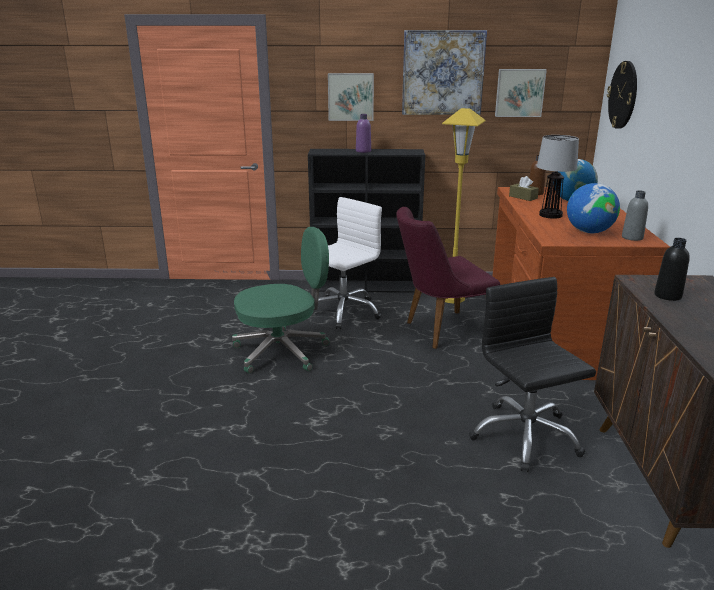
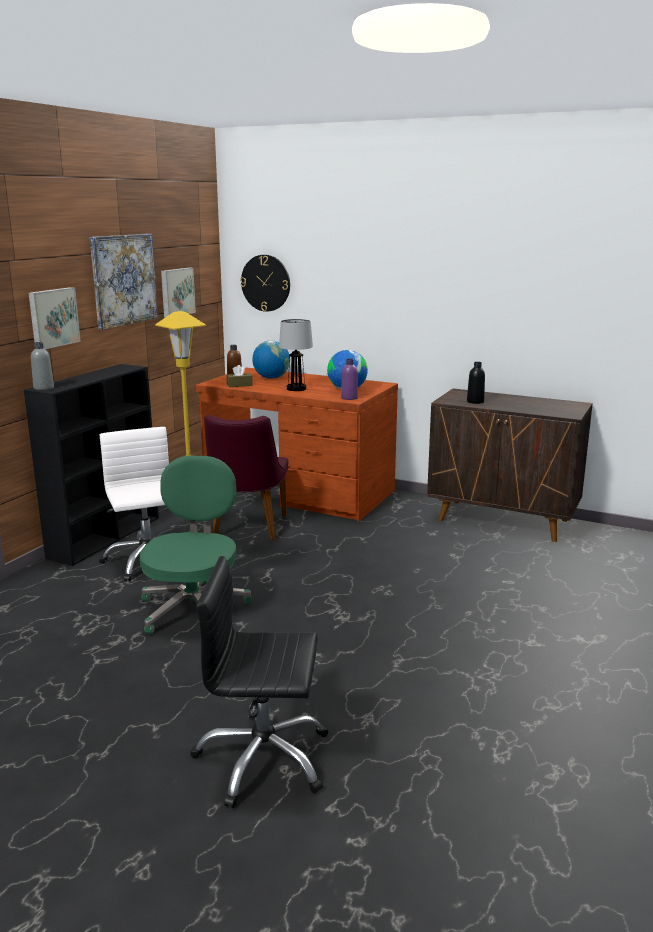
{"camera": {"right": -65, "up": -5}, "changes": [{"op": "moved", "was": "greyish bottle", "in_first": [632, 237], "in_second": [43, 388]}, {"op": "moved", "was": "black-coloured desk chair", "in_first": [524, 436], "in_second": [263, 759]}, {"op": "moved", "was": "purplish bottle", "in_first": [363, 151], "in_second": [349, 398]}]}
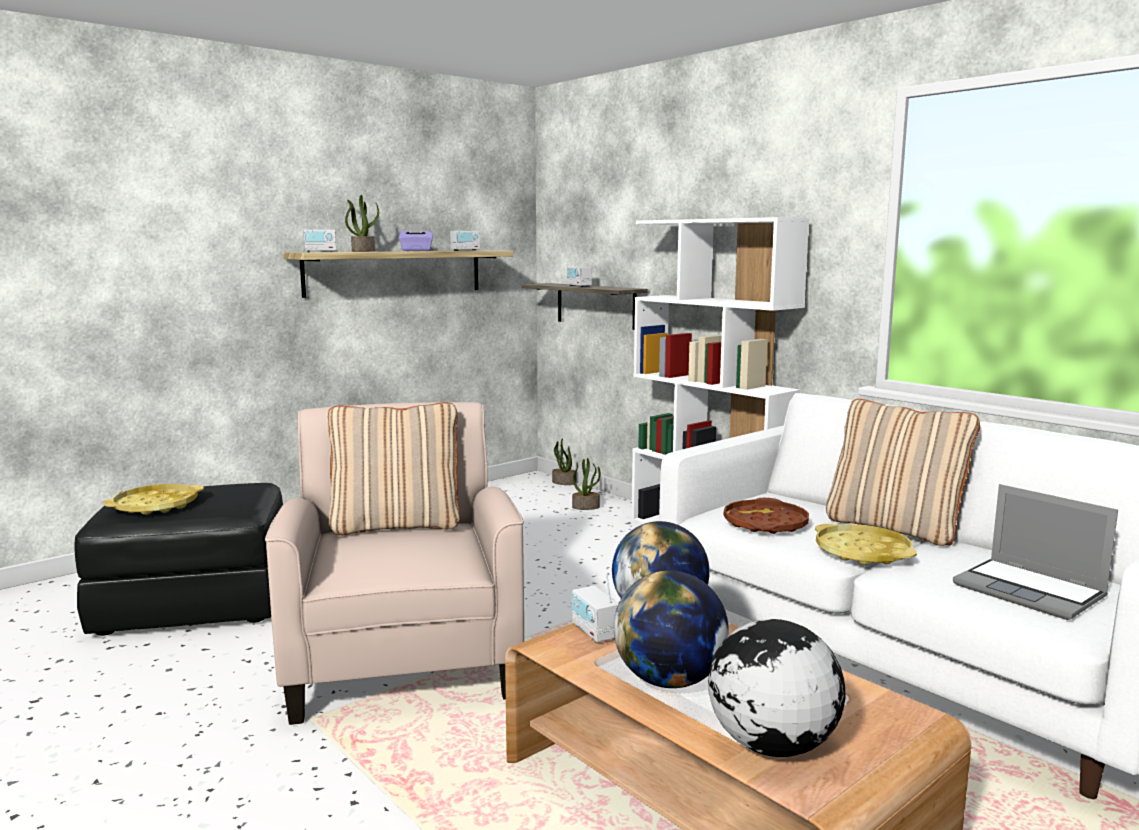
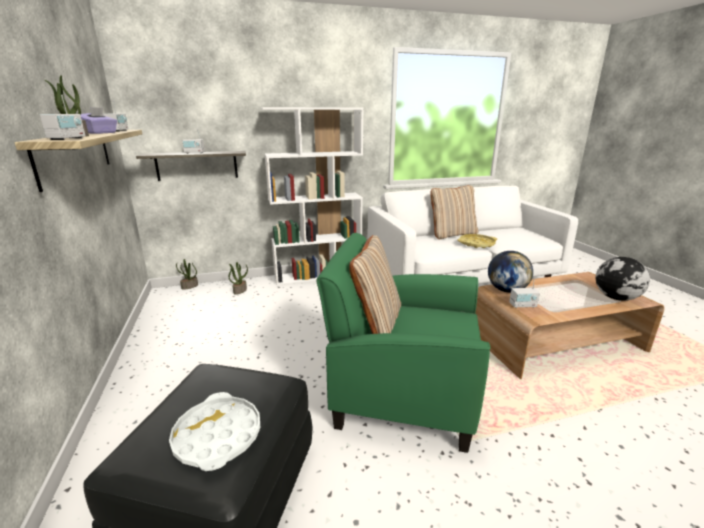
{"camera": {"right": -65, "up": 10}, "changes": [{"op": "recoloured", "was": "yellowish serving tray", "now": "white-coloured serving tray", "in_first": [156, 506], "in_second": [217, 436]}, {"op": "recoloured", "was": "sand-coloured lounge chair", "now": "greenish lounge chair", "in_first": [403, 660], "in_second": [402, 392]}, {"op": "removed", "was": "globe", "in_first": [669, 680]}, {"op": "removed", "was": "brown serving tray", "in_first": [765, 524]}, {"op": "removed", "was": "notebook computer", "in_first": [1031, 591]}]}
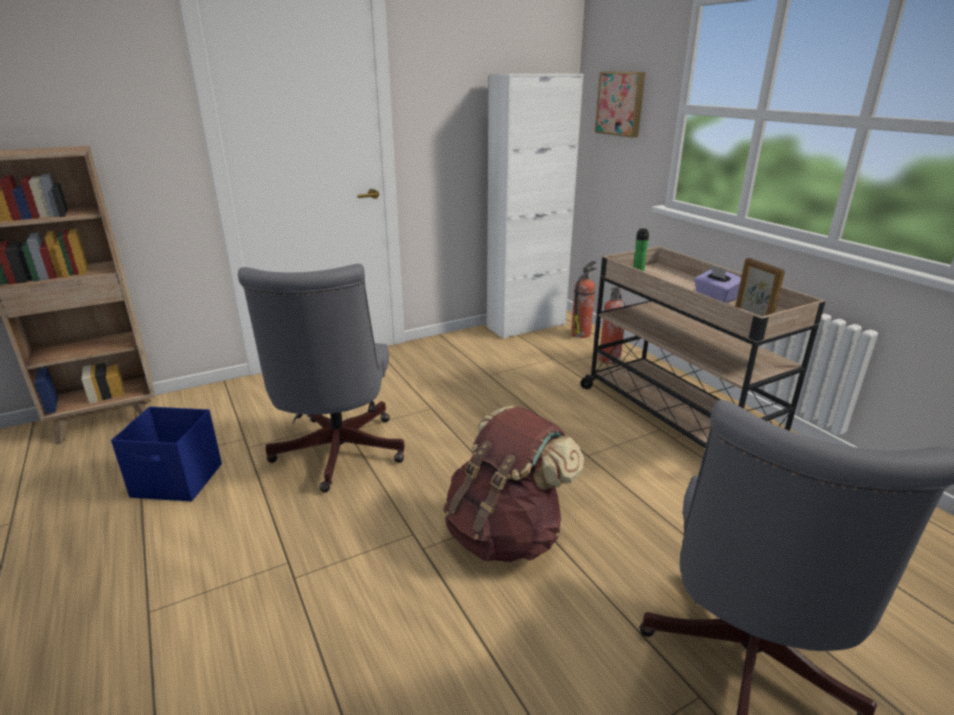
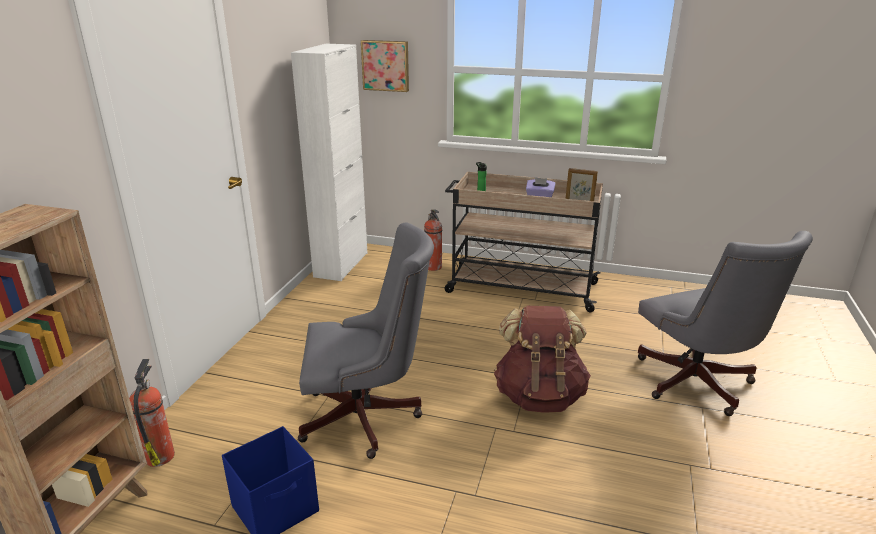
{"camera": {"right": -45, "up": 0}, "changes": [{"op": "moved", "was": "extinguisher", "in_first": [581, 333], "in_second": [160, 455]}, {"op": "turned", "was": "greyish desk chair", "in_first": [336, 456], "in_second": [367, 417], "clockwise": -45}]}
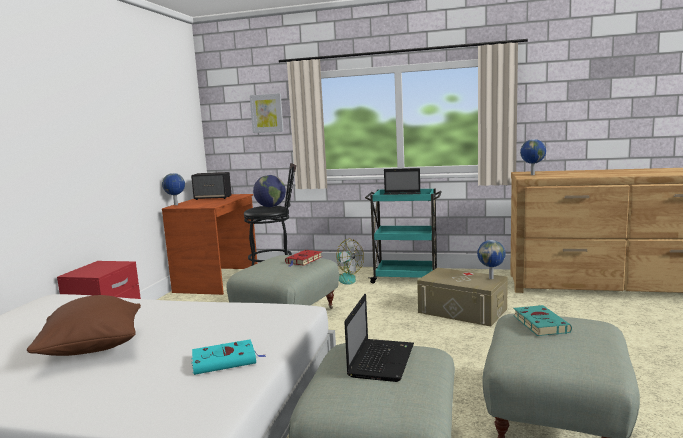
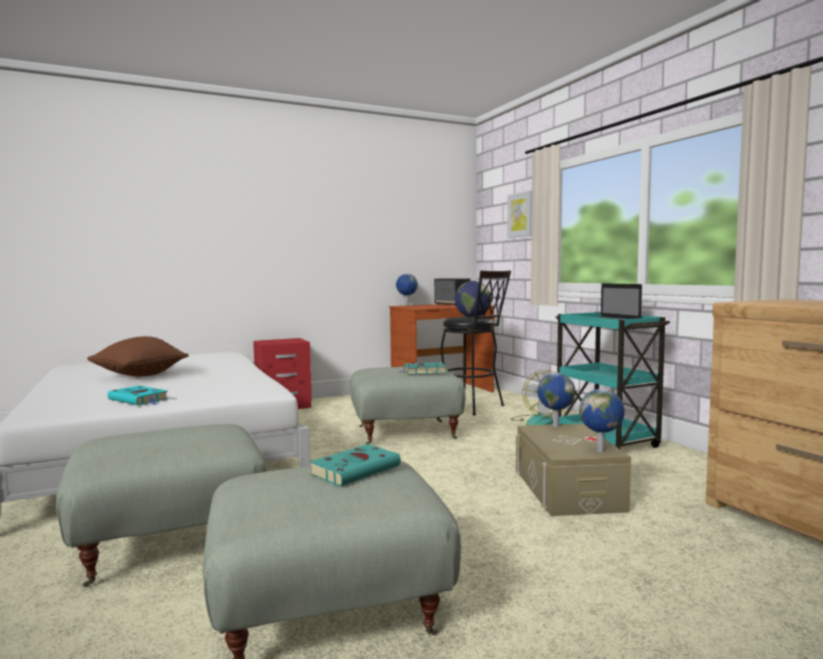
{"camera": {"right": 50, "up": -5}, "changes": [{"op": "recoloured", "was": "red bound book", "now": "turquoise bound book", "in_first": [303, 260], "in_second": [423, 371]}, {"op": "moved", "was": "globe", "in_first": [532, 174], "in_second": [555, 426]}, {"op": "removed", "was": "notebook computer", "in_first": [381, 360]}]}
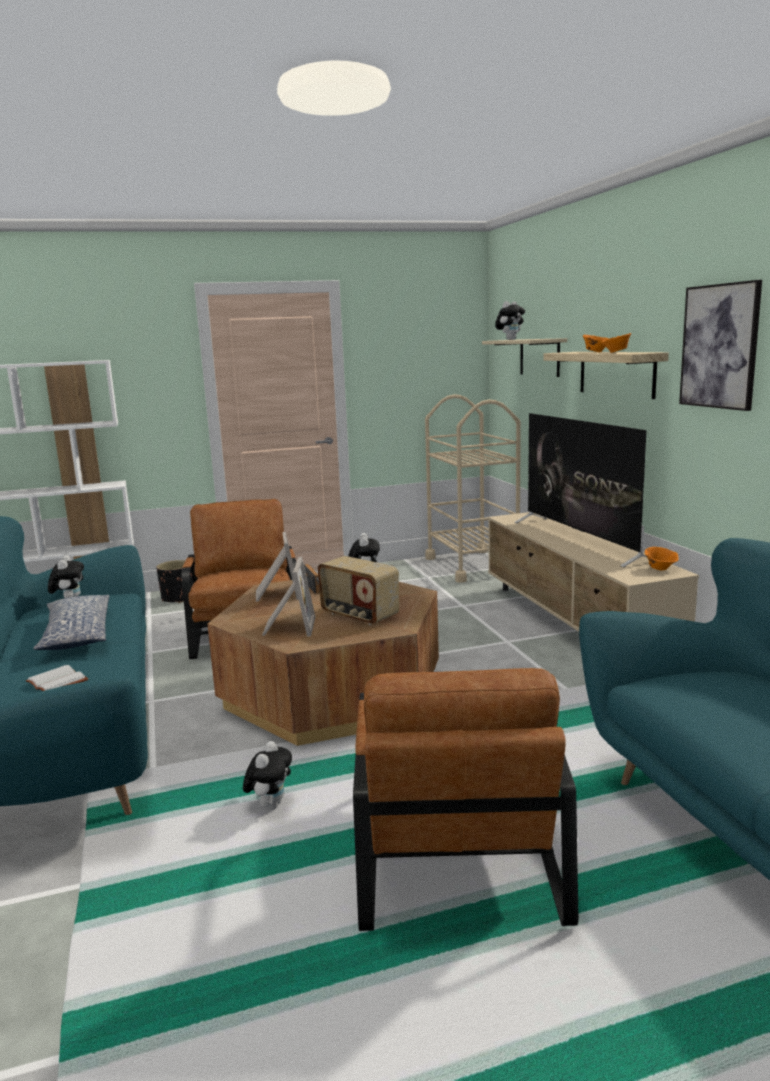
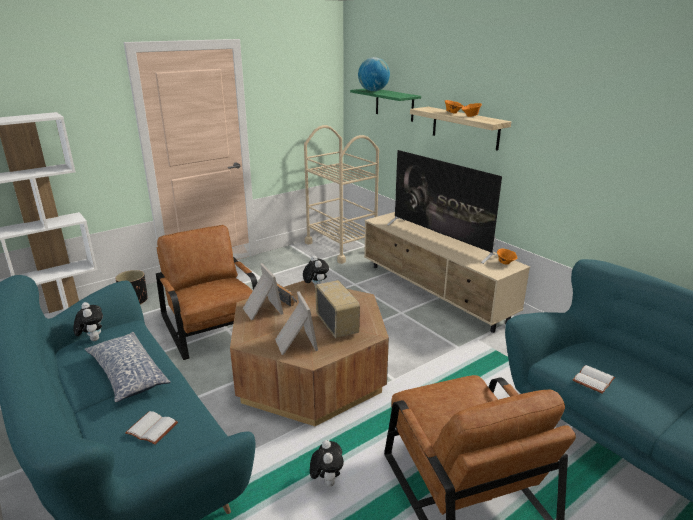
{"camera": {"right": -20, "up": 10}, "changes": [{"op": "turned", "was": "radio", "in_first": [358, 615], "in_second": [337, 325], "clockwise": -135}, {"op": "recoloured", "was": "sand-coloured wall shelf", "now": "greenish wall shelf", "in_first": [539, 357], "in_second": [394, 104]}, {"op": "replaced", "was": "cuddly toy", "now": "globe", "in_first": [510, 339], "in_second": [373, 91]}, {"op": "added", "now": "white-coloured bound book", "in_second": [592, 379]}, {"op": "removed", "was": "wall art", "in_first": [719, 346]}]}
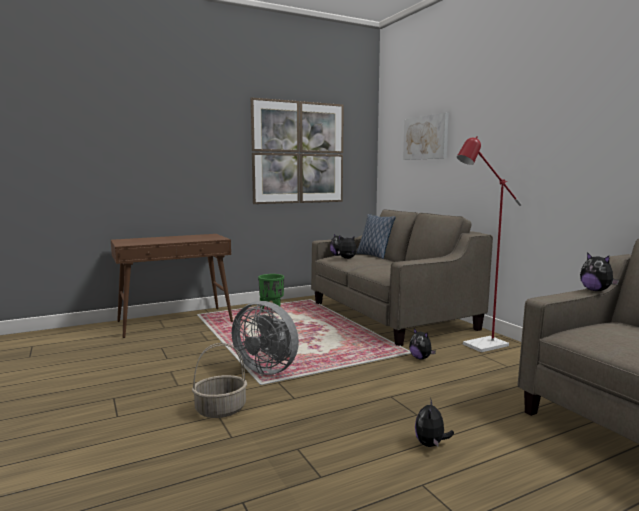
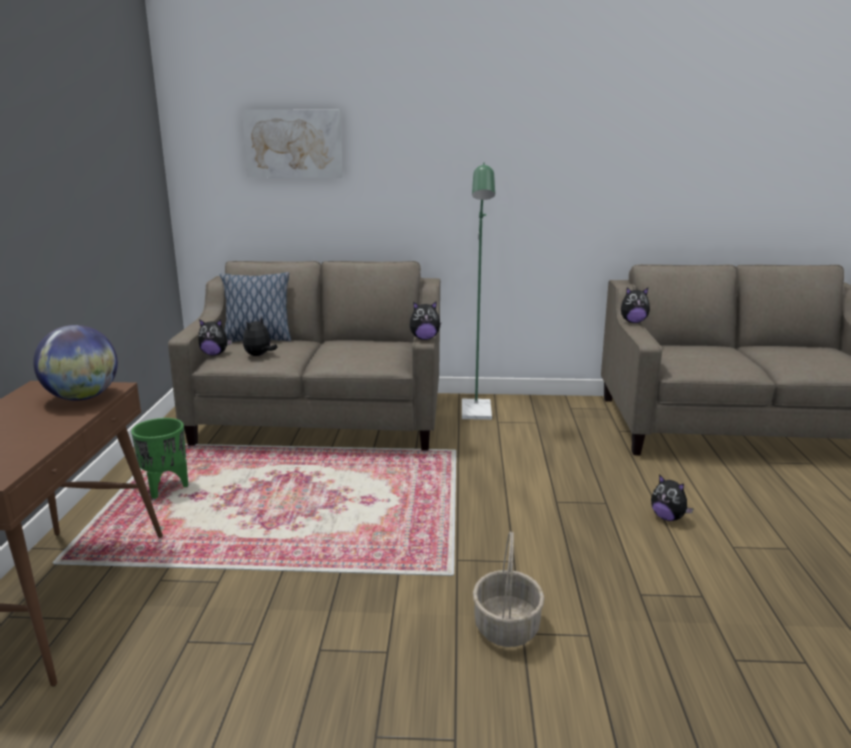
{"camera": {"right": -60, "up": 10}, "changes": [{"op": "added", "now": "globe", "in_second": [82, 397]}, {"op": "moved", "was": "cuddly toy", "in_first": [421, 358], "in_second": [424, 338]}, {"op": "recoloured", "was": "red standard lamp", "now": "greenish standard lamp", "in_first": [479, 346], "in_second": [476, 414]}, {"op": "removed", "was": "greyish fan", "in_first": [268, 369]}, {"op": "removed", "was": "wall art", "in_first": [298, 153]}]}
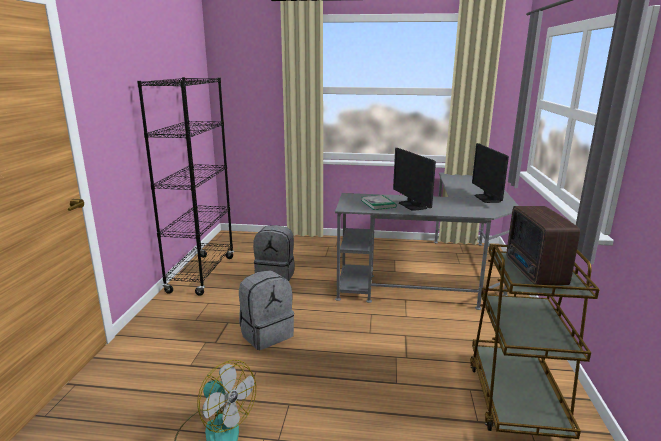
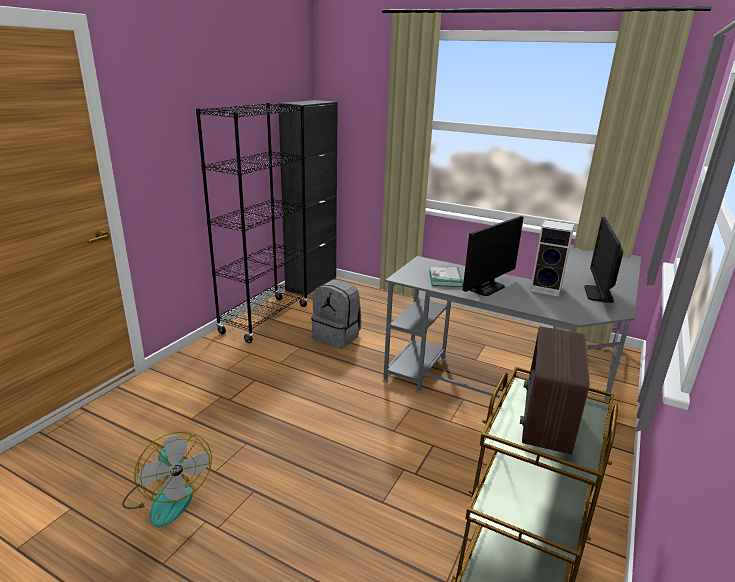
{"camera": {"right": 20, "up": 5}, "changes": [{"op": "added", "now": "black-coloured cabinet", "in_second": [311, 283]}, {"op": "turned", "was": "computer screen", "in_first": [412, 205], "in_second": [486, 288], "clockwise": -135}, {"op": "added", "now": "loudspeaker", "in_second": [547, 289]}, {"op": "removed", "was": "greyish knapsack", "in_first": [266, 334]}]}
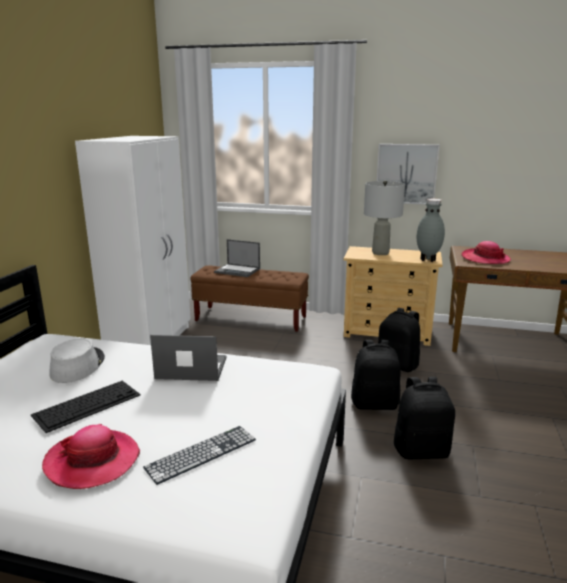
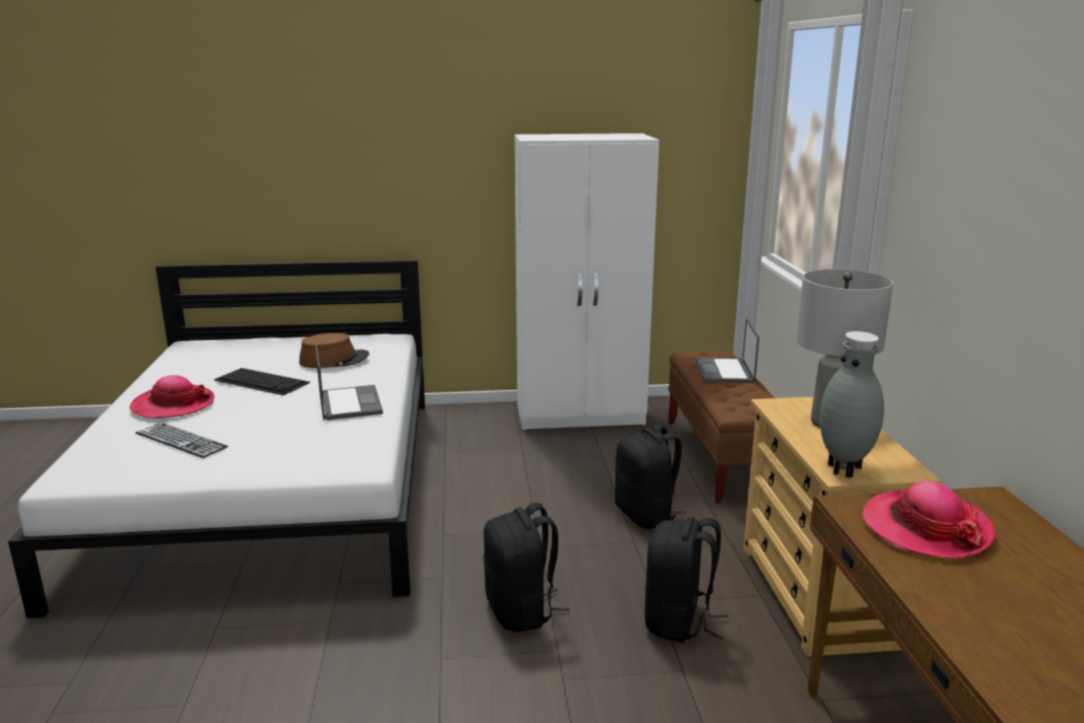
{"camera": {"right": 70, "up": 0}, "changes": [{"op": "recoloured", "was": "greyish wearable hat", "now": "brown wearable hat", "in_first": [77, 366], "in_second": [334, 360]}, {"op": "moved", "was": "black-coloured knapsack", "in_first": [421, 450], "in_second": [646, 515]}, {"op": "removed", "was": "wall art", "in_first": [406, 174]}]}
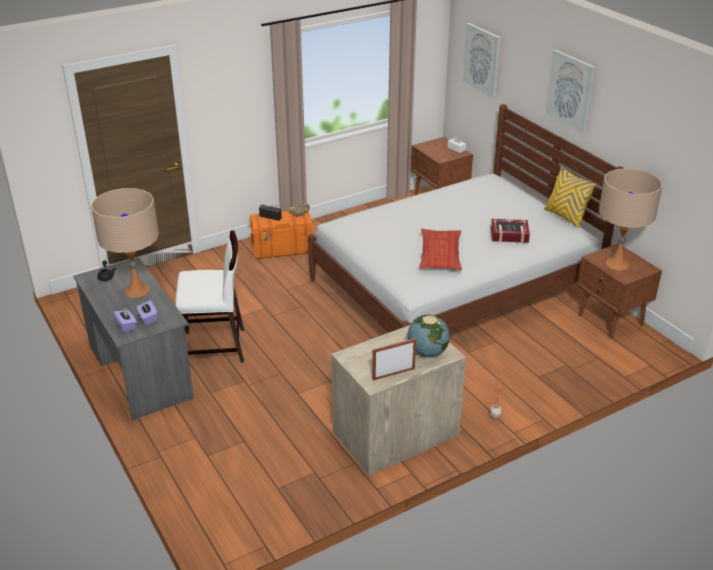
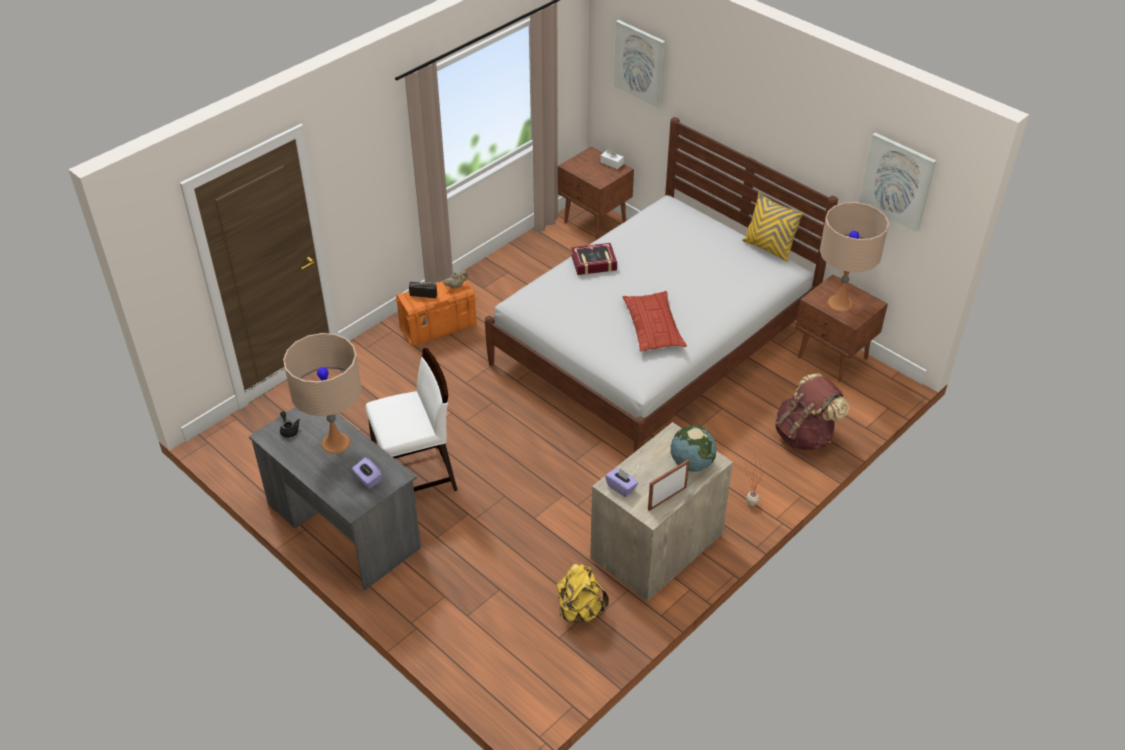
{"camera": {"right": -15, "up": 10}, "changes": [{"op": "added", "now": "yellowish knapsack", "in_second": [579, 610]}, {"op": "moved", "was": "bound book", "in_first": [509, 235], "in_second": [594, 263]}, {"op": "moved", "was": "purplish tissue box", "in_first": [126, 326], "in_second": [621, 487]}, {"op": "added", "now": "brown knapsack", "in_second": [805, 435]}, {"op": "moved", "was": "wall art", "in_first": [570, 90], "in_second": [897, 181]}]}
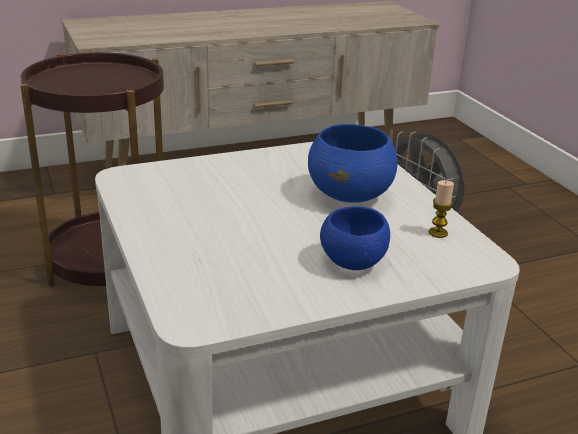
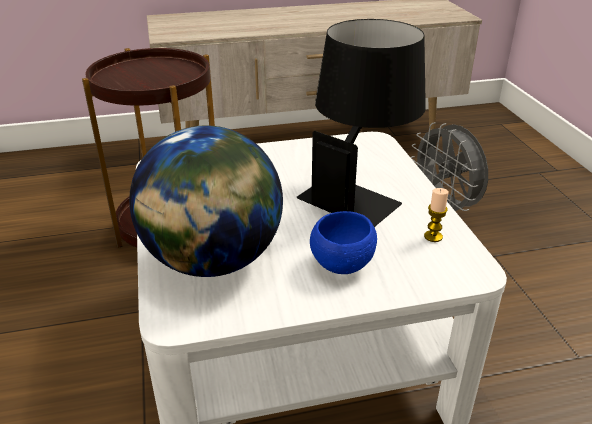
{"camera": {"right": 10, "up": 5}, "changes": [{"op": "added", "now": "globe", "in_second": [213, 261]}, {"op": "replaced", "was": "blue bowl", "now": "black-coloured lamp for a table", "in_first": [350, 195], "in_second": [359, 192]}]}
